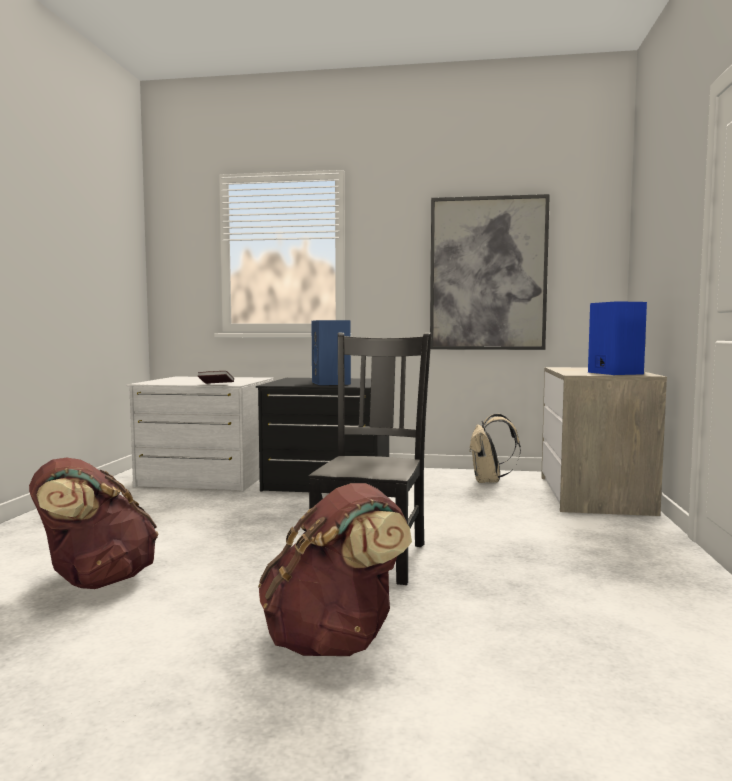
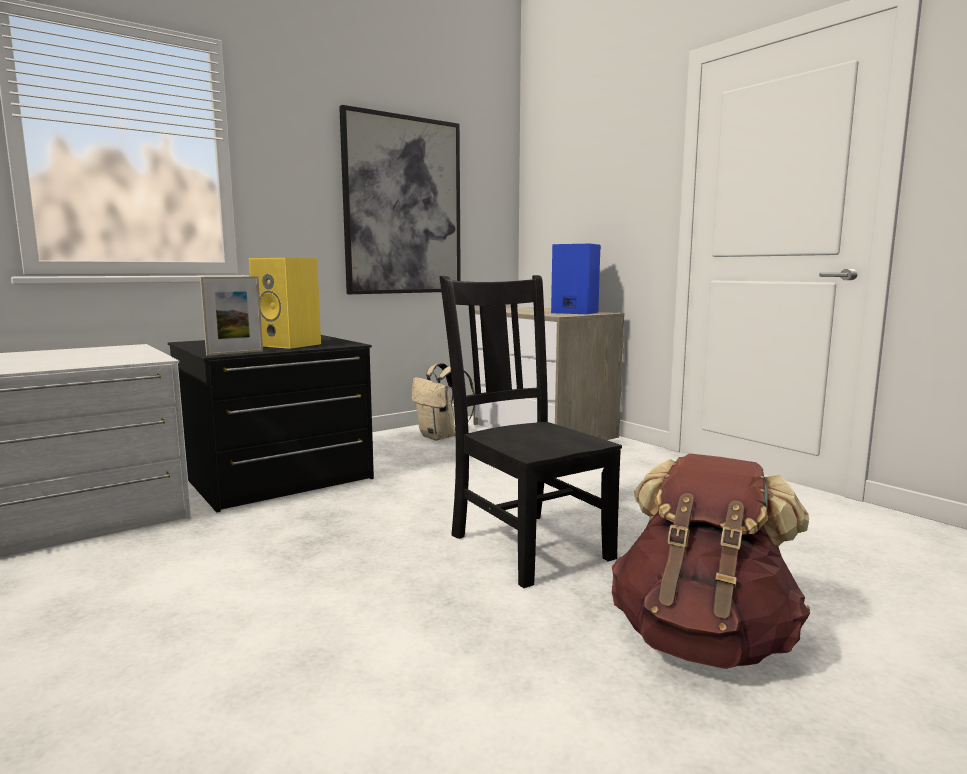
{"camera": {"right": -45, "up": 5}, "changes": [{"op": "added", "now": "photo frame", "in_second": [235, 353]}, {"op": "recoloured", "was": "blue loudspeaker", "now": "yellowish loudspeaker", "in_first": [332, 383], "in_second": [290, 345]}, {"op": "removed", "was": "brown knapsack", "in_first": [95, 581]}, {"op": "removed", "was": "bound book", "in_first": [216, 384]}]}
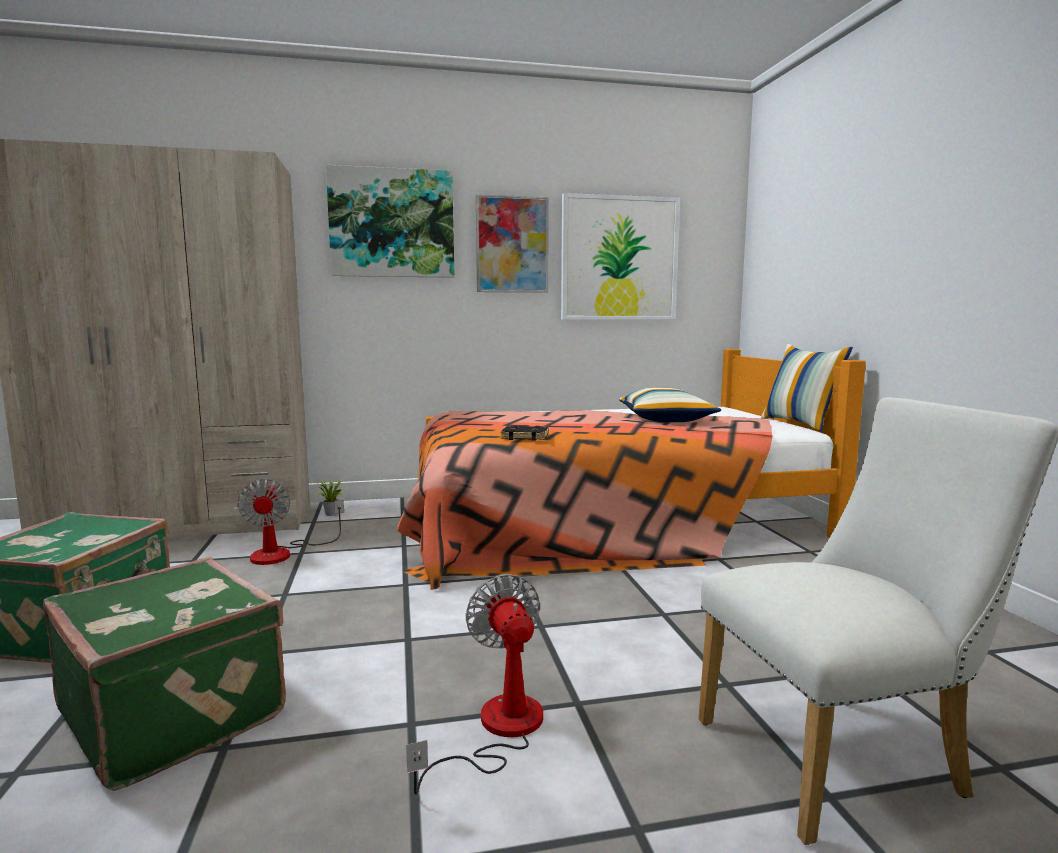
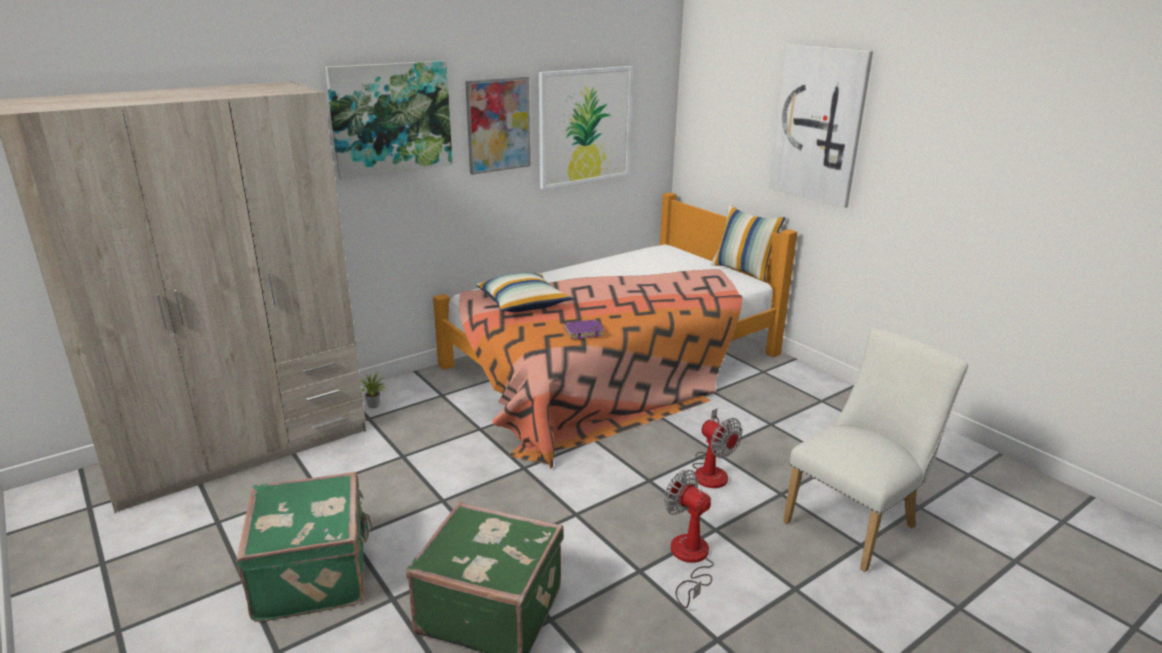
{"camera": {"right": -25, "up": 15}, "changes": [{"op": "moved", "was": "throw pillow", "in_first": [666, 419], "in_second": [523, 304]}, {"op": "recoloured", "was": "black-coloured bound book", "now": "purplish bound book", "in_first": [525, 437], "in_second": [584, 332]}, {"op": "moved", "was": "fan", "in_first": [283, 553], "in_second": [711, 470]}, {"op": "added", "now": "wall art", "in_second": [819, 125]}]}
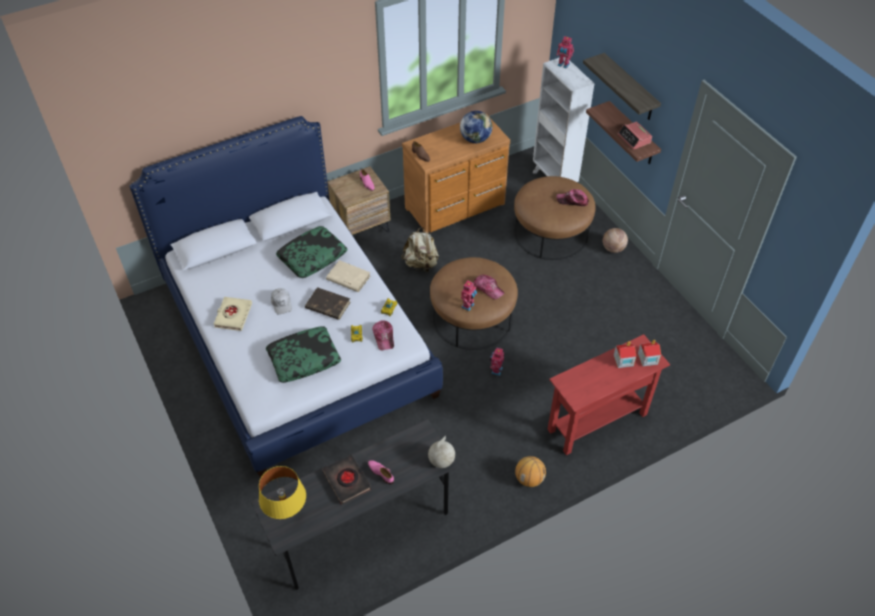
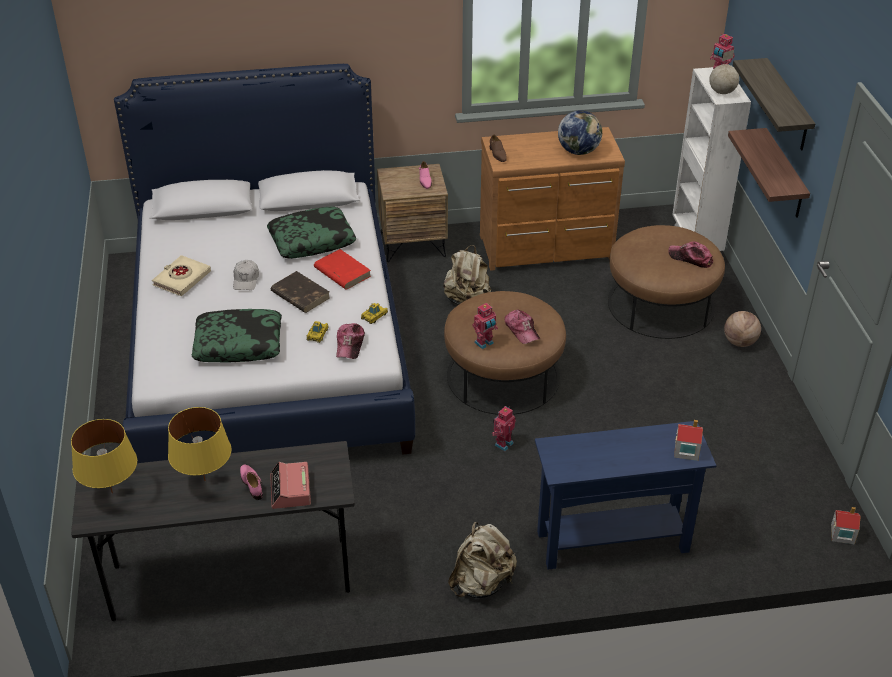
{"camera": {"right": 20, "up": -10}, "changes": [{"op": "replaced", "was": "black-coloured bound book", "now": "yellowish lamp for a table", "in_first": [347, 481], "in_second": [205, 481]}, {"op": "moved", "was": "alarm clock", "in_first": [634, 139], "in_second": [290, 490]}, {"op": "recoloured", "was": "sand-coloured bound book", "now": "red bound book", "in_first": [348, 278], "in_second": [342, 272]}, {"op": "replaced", "was": "basketball ball", "now": "sand-coloured knapsack", "in_first": [529, 478], "in_second": [481, 583]}, {"op": "recoloured", "was": "red console table", "now": "blue console table", "in_first": [597, 422], "in_second": [612, 541]}, {"op": "moved", "was": "globe", "in_first": [442, 461], "in_second": [722, 92]}, {"op": "moved", "was": "toy house", "in_first": [623, 360], "in_second": [842, 534]}]}
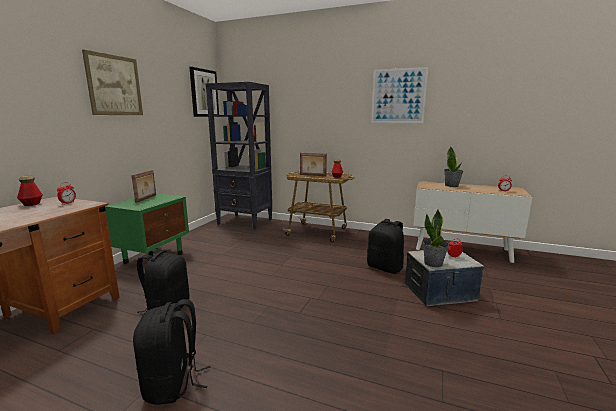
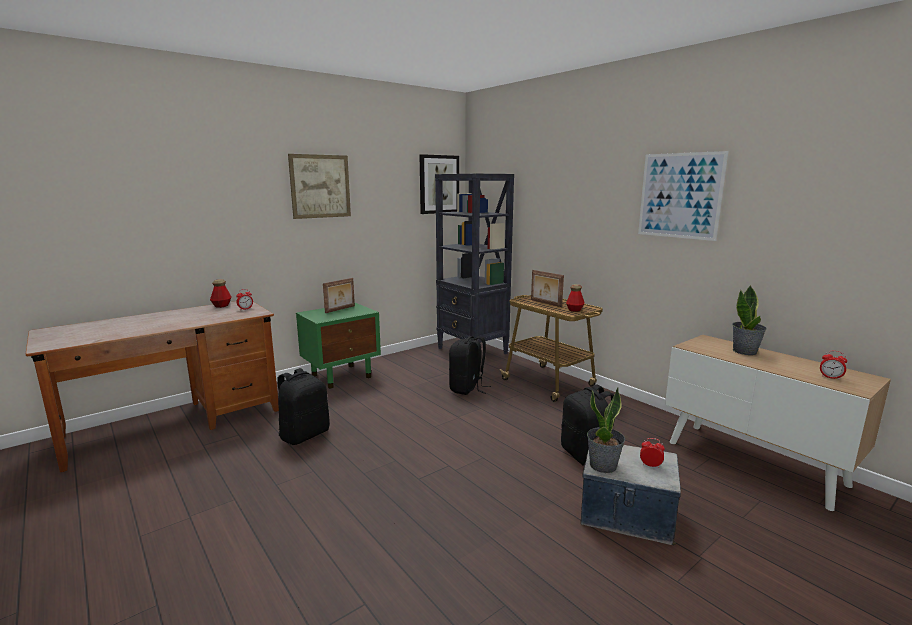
{"camera": {"right": 30, "up": 0}, "changes": [{"op": "moved", "was": "black-coloured knapsack", "in_first": [173, 383], "in_second": [467, 388]}]}
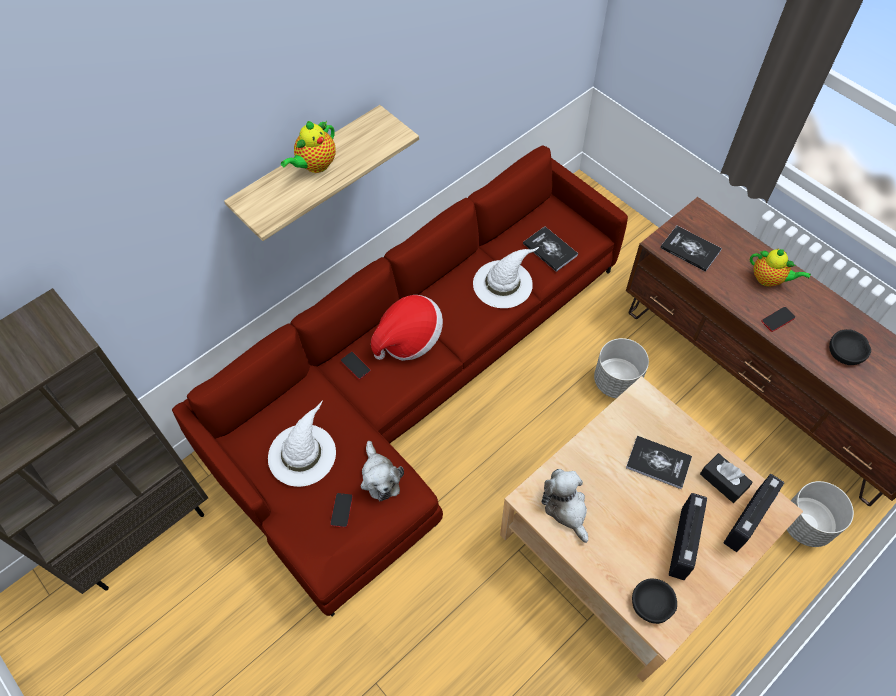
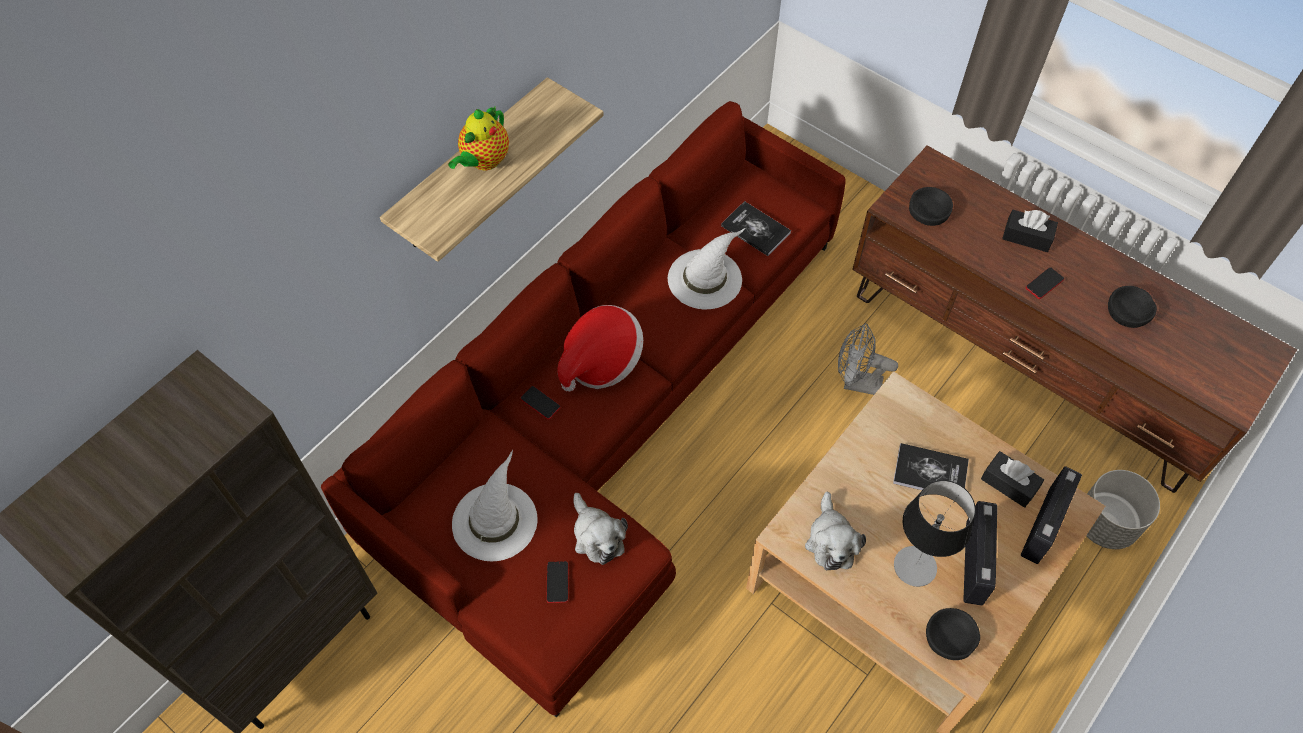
{"camera": {"right": -10, "up": 0}, "changes": [{"op": "turned", "was": "cuddly toy", "in_first": [566, 508], "in_second": [831, 541], "clockwise": -150}, {"op": "replaced", "was": "greyish planter", "now": "greyish fan", "in_first": [616, 382], "in_second": [856, 383]}, {"op": "added", "now": "lamp for a table", "in_second": [915, 566]}, {"op": "replaced", "was": "bound book", "now": "black-coloured bowl", "in_first": [690, 249], "in_second": [928, 211]}, {"op": "replaced", "was": "pot for tea", "now": "black-coloured tissue box", "in_first": [769, 279], "in_second": [1027, 237]}]}
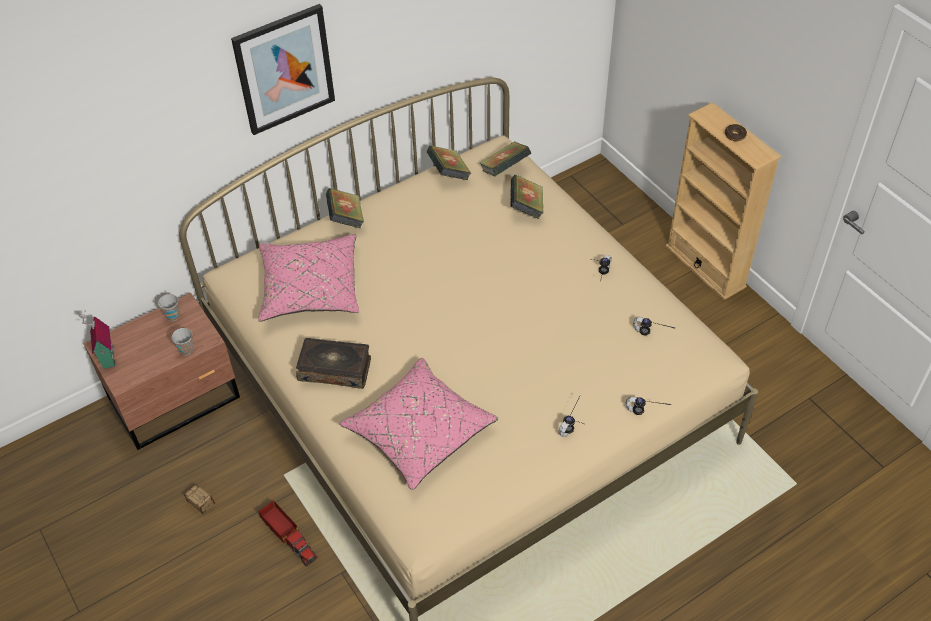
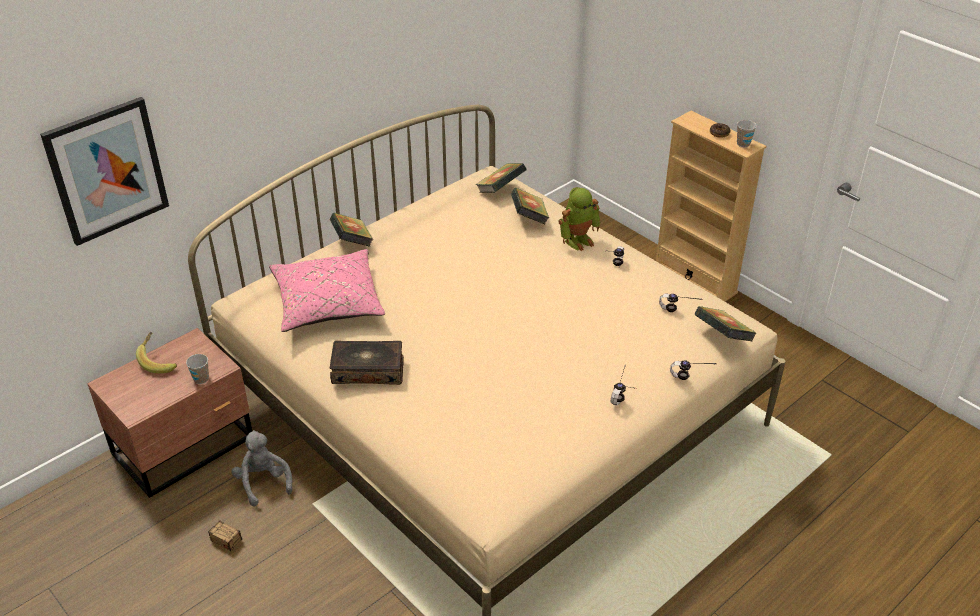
{"camera": {"right": -10, "up": -10}, "changes": [{"op": "moved", "was": "wall art", "in_first": [284, 69], "in_second": [107, 170]}, {"op": "added", "now": "whole banana", "in_second": [159, 361]}, {"op": "added", "now": "greyish cuddly toy", "in_second": [263, 482]}, {"op": "added", "now": "robot figure", "in_second": [578, 240]}, {"op": "moved", "was": "bound book", "in_first": [449, 174], "in_second": [722, 337]}, {"op": "moved", "was": "small cup", "in_first": [173, 316], "in_second": [743, 144]}, {"op": "removed", "was": "toy house", "in_first": [106, 358]}, {"op": "removed", "was": "toy lorry", "in_first": [288, 537]}, {"op": "removed", "was": "pink throw pillow", "in_first": [419, 432]}]}
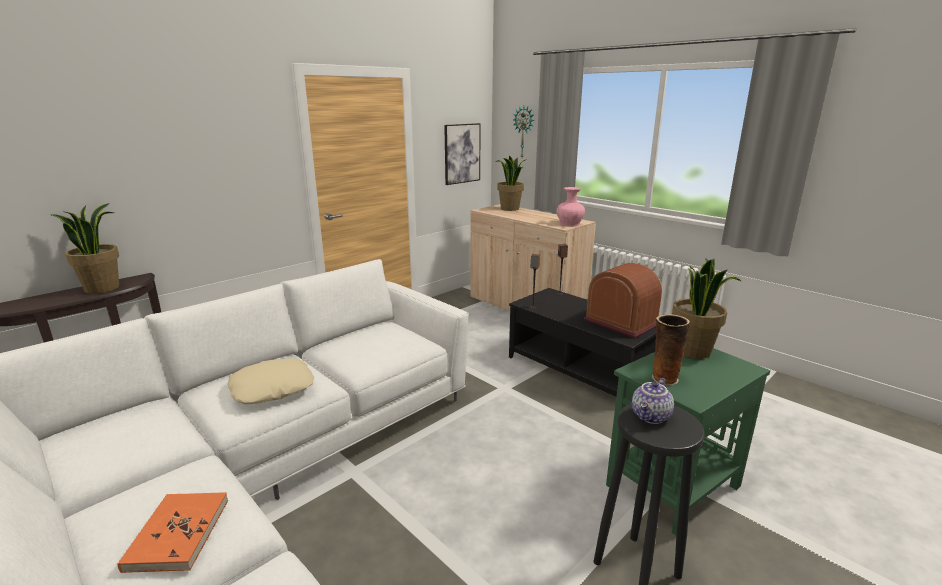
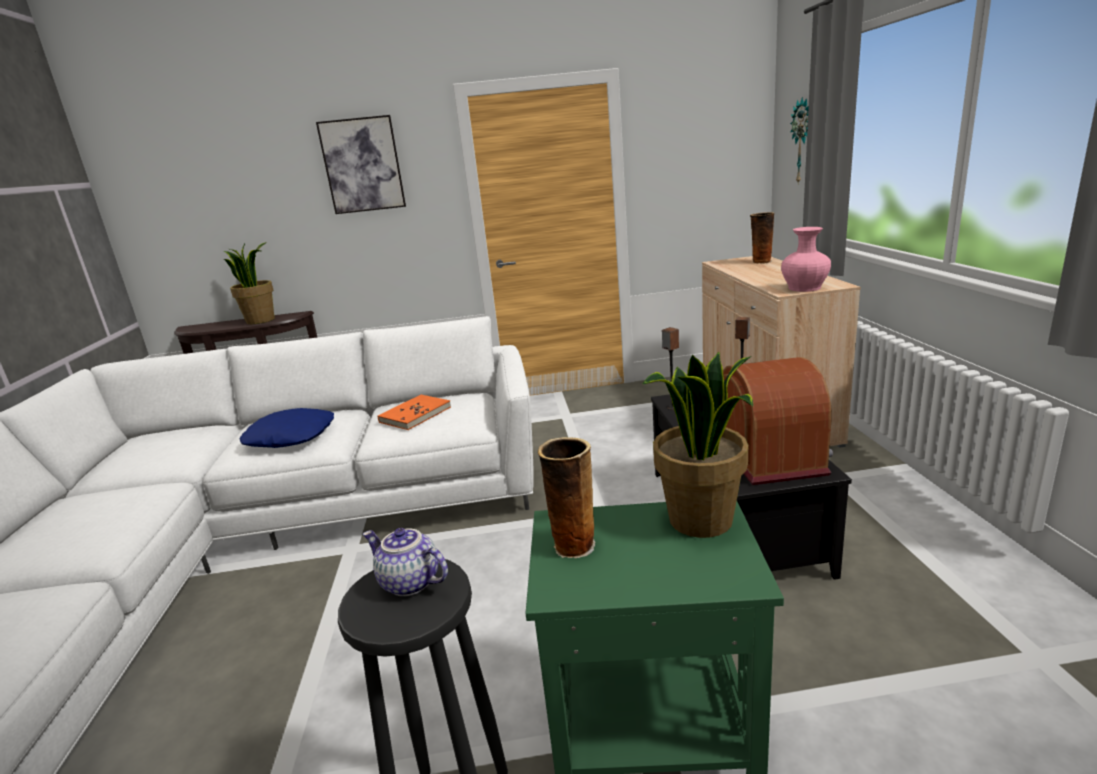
{"camera": {"right": 40, "up": 0}, "changes": [{"op": "recoloured", "was": "sand-coloured throw pillow", "now": "blue throw pillow", "in_first": [272, 388], "in_second": [291, 436]}, {"op": "moved", "was": "wall art", "in_first": [462, 153], "in_second": [362, 165]}, {"op": "turned", "was": "pot for tea", "in_first": [651, 417], "in_second": [408, 583], "clockwise": 45}, {"op": "moved", "was": "orange-coloured bound book", "in_first": [178, 534], "in_second": [415, 415]}, {"op": "replaced", "was": "potted plant", "now": "flower vase", "in_first": [510, 209], "in_second": [760, 262]}]}
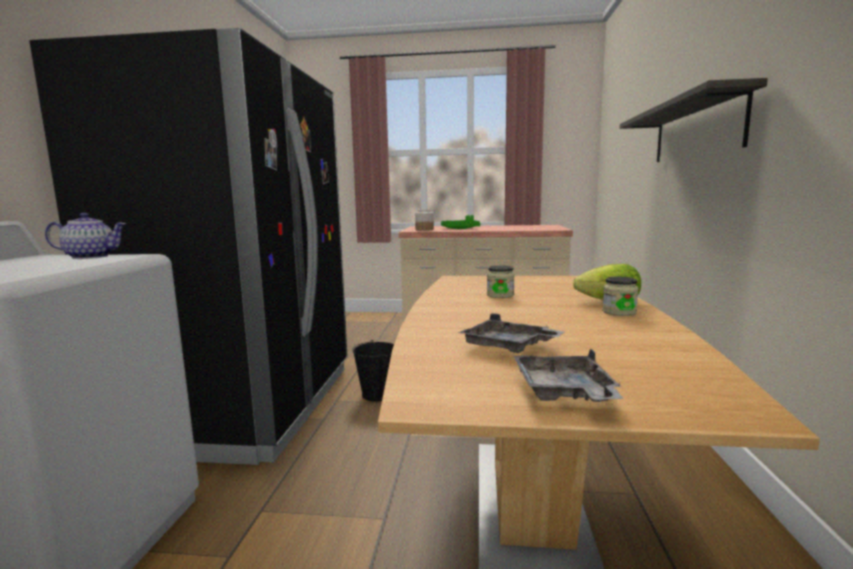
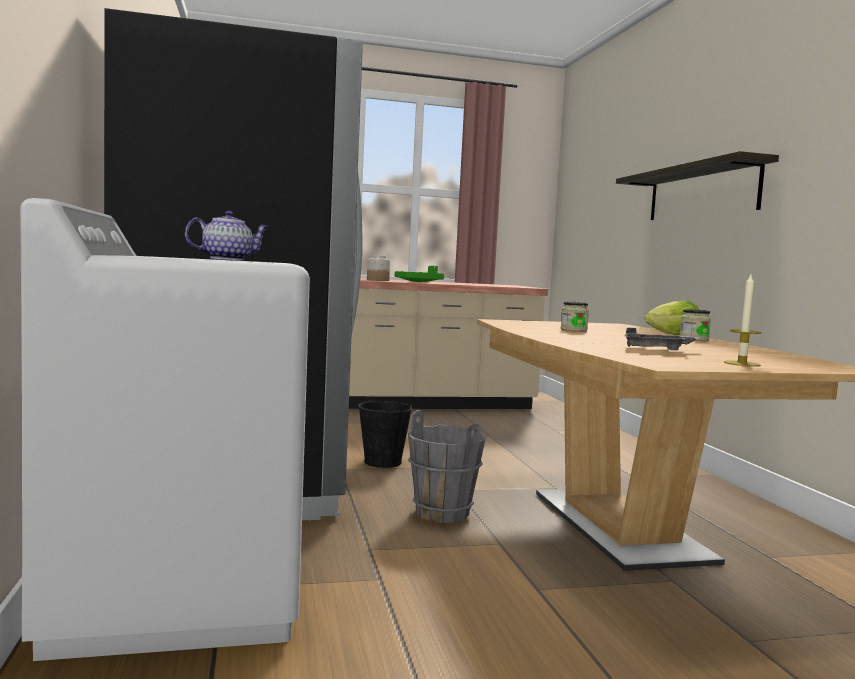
{"camera": {"right": -20, "up": -5}, "changes": [{"op": "added", "now": "greyish bucket", "in_second": [442, 513]}, {"op": "replaced", "was": "greyish serving tray", "now": "wax light", "in_first": [564, 393], "in_second": [742, 364]}]}
